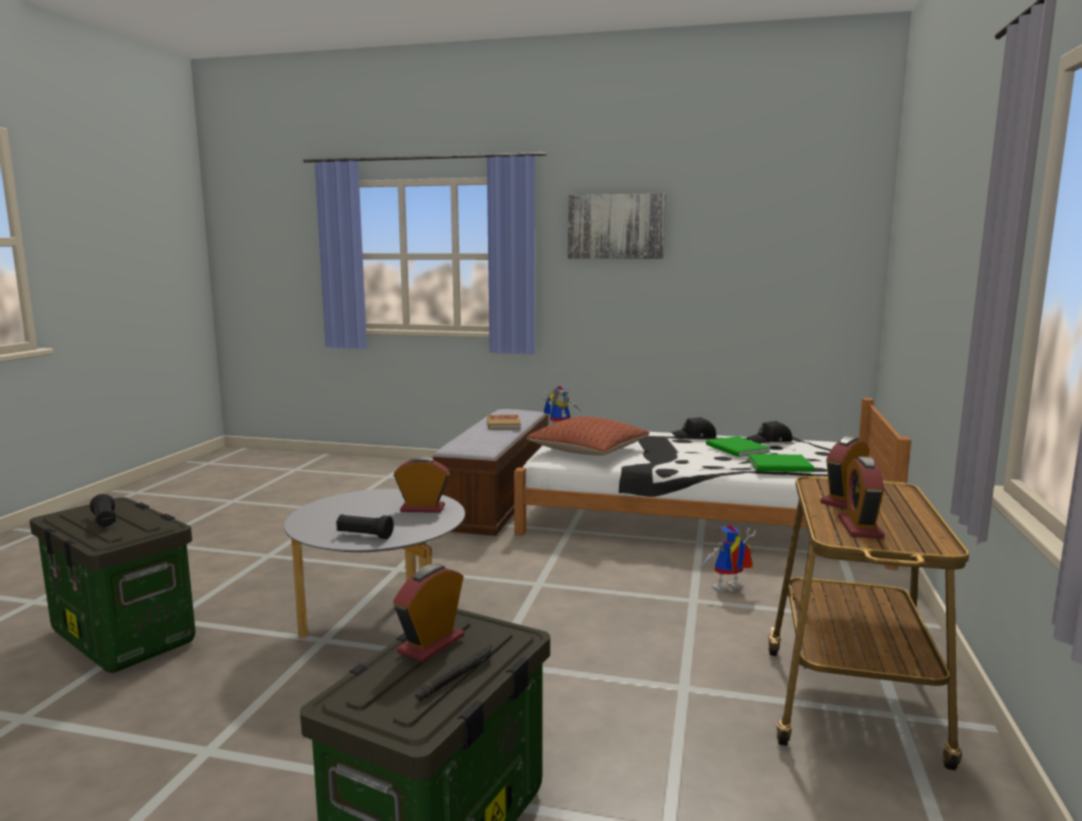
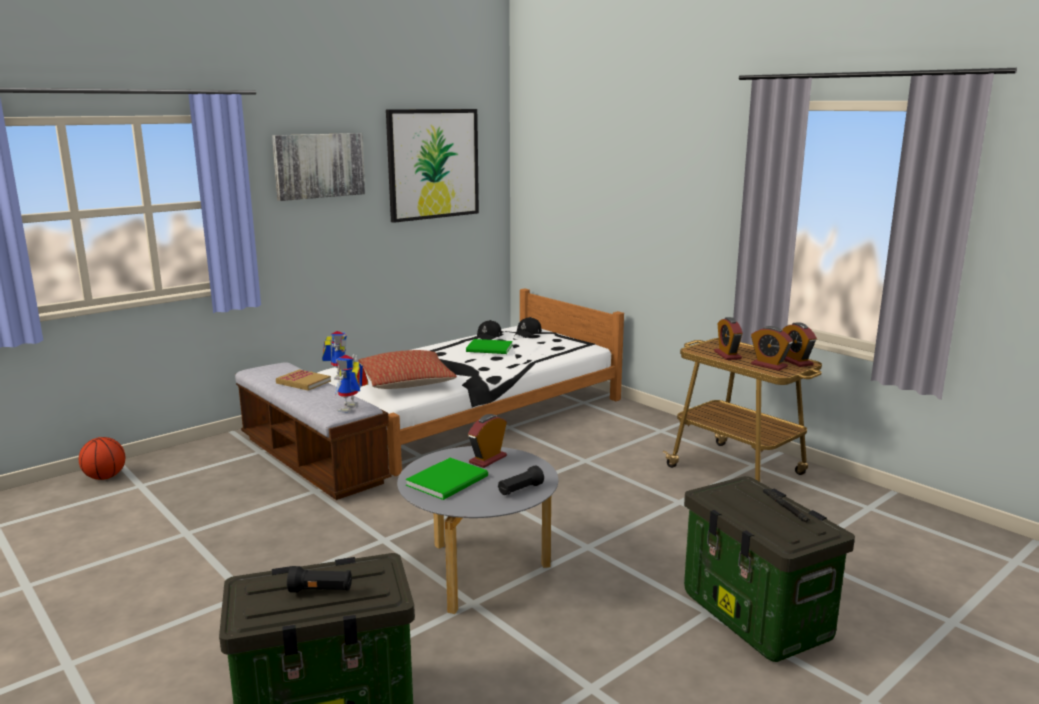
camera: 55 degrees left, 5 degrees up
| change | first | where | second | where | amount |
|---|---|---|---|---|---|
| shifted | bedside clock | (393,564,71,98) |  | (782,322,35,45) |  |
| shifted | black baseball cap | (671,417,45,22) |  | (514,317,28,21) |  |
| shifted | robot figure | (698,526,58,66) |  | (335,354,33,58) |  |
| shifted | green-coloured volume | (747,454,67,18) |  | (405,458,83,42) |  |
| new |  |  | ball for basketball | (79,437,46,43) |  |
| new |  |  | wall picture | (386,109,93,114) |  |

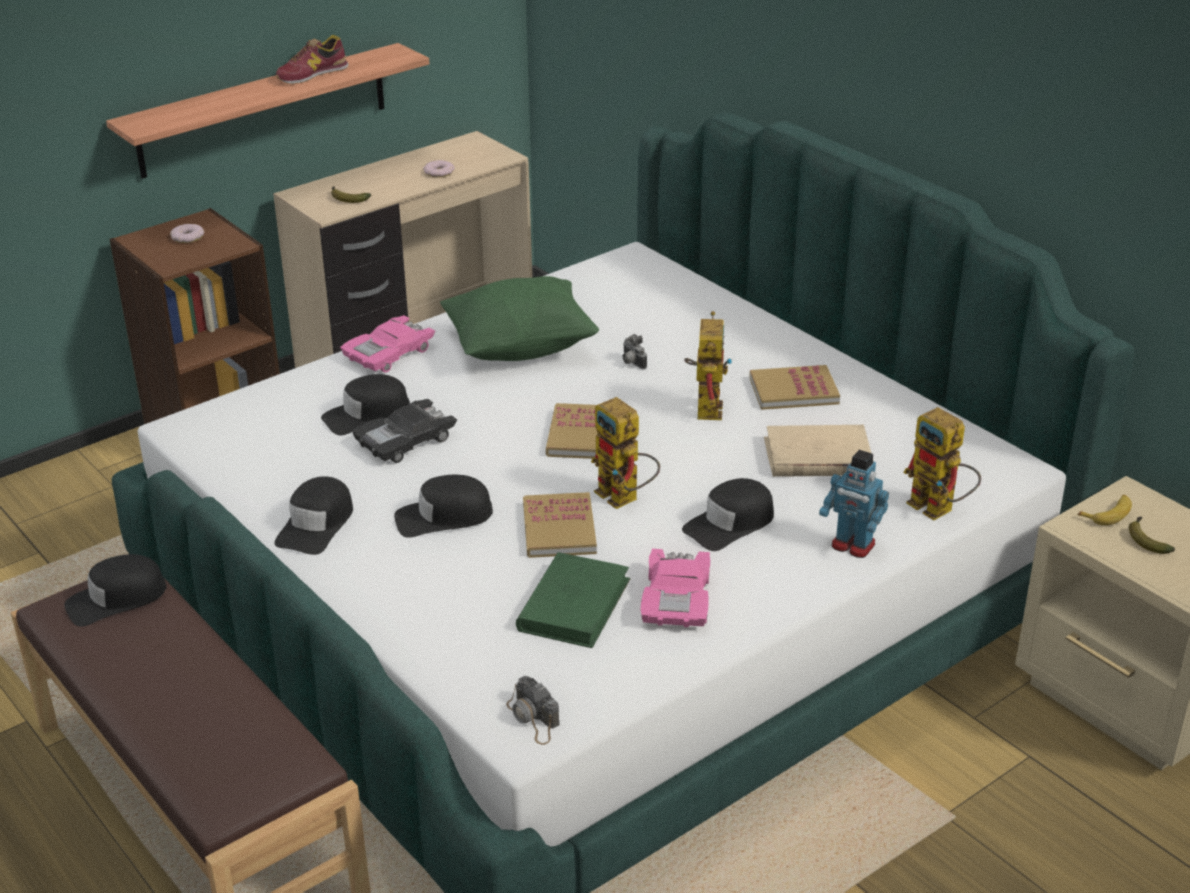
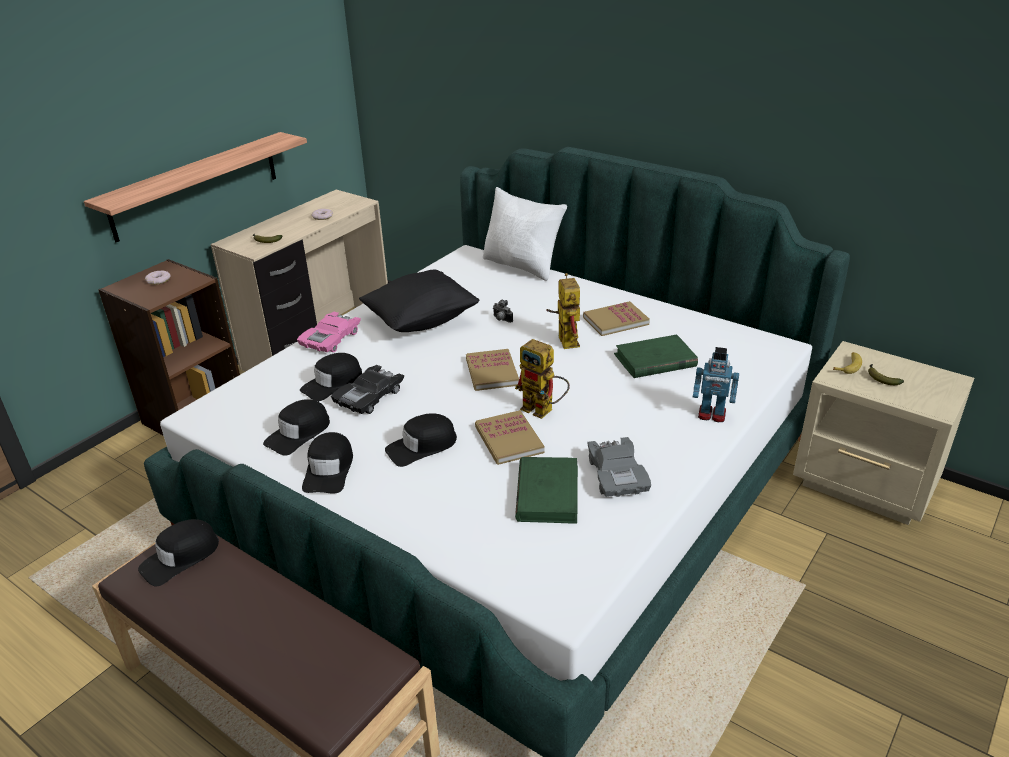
camera: 15 degrees left, 0 degrees up
| change | first | where | second | where | amount |
|---|---|---|---|---|---|
| gone | item of footwear | (276,35,73,49) |  |  |  |
| repainted | green-coloured cushion | (440,276,159,85) | black cushion | (359,270,120,62) |  |
| gone | photo camera | (506,676,54,69) |  |  |  |
| repainted | pink toy car | (640,549,70,78) | grey toy car | (587,437,64,60) |  |
| shifted | black baseball cap | (682,478,92,73) |  | (263,399,67,57) |  |
| repainted | beige-coloured volume | (764,425,107,52) | green-coloured volume | (614,334,84,44) |  |
| gone | robot figure | (903,407,78,113) |  |  |  |
| new |  |  | white-coloured cushion | (483,187,84,94) |  |

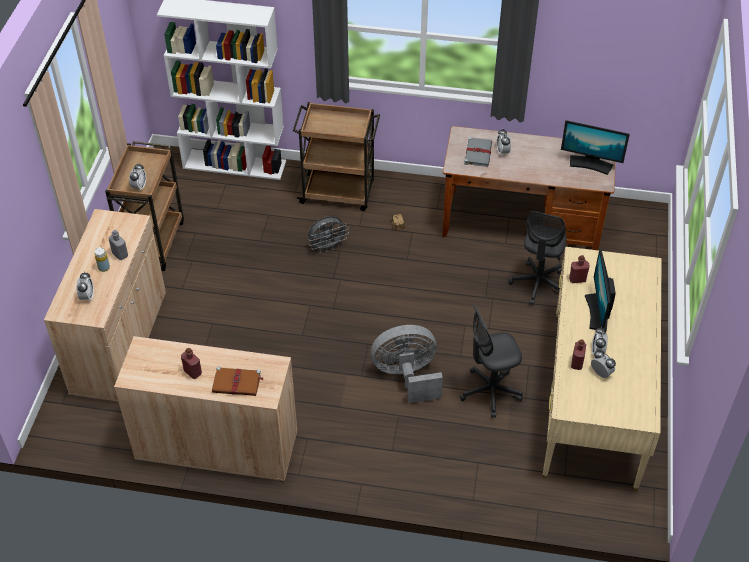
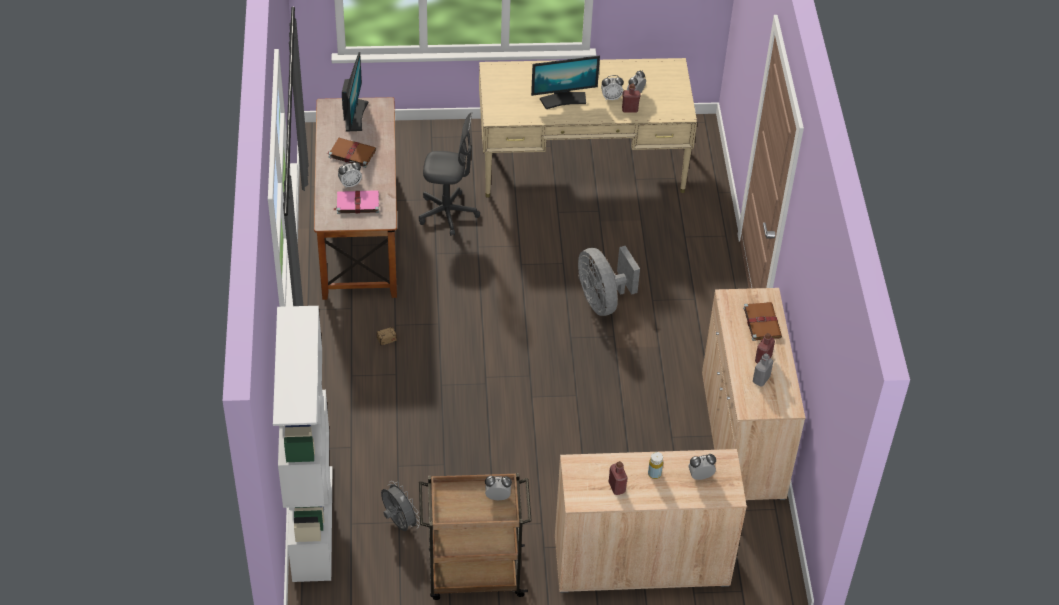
camera: 105 degrees left, 0 degrees up
| change | first | where | second | where | amount |
|---|---|---|---|---|---|
| shifted | grey drink bottle | (108,230,20,30) |  | (753,353,20,33) |  |
| gone | brownish cart | (293,102,87,109) |  |  |  |
| shifted | grey cooling fan | (308,216,41,36) |  | (381,481,39,50) |  |
| gone | grey office chair | (460,305,63,113) |  |  |  |
| repainted | grey volume | (464,137,28,30) | pink volume | (333,190,46,24) |  |
| shifted | reddish drink bottle | (569,255,21,28) |  | (609,461,18,34) |  |
| new |  |  | brownish volume | (327,138,49,30) |  |

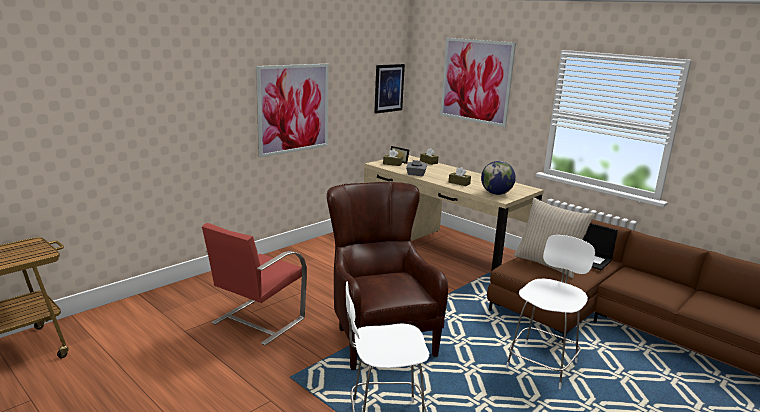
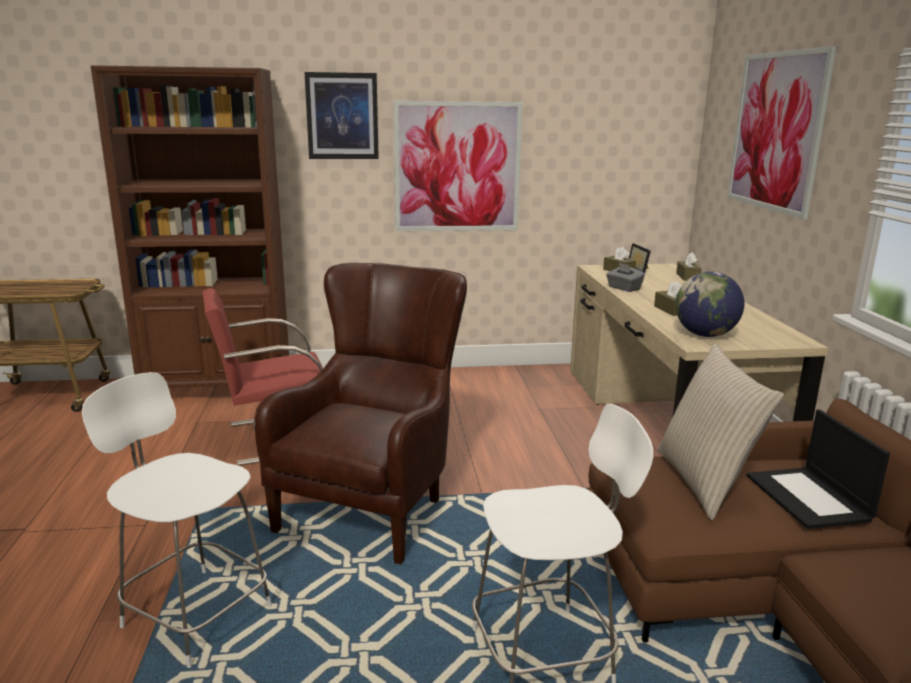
camera: 40 degrees right, 0 degrees up
| change | first | where | second | where | amount |
|---|---|---|---|---|---|
| shifted | wall picture | (374,64,31,50) |  | (305,72,74,87) |  |
| new |  |  | brownish bookcase | (90,65,199,323) |  |

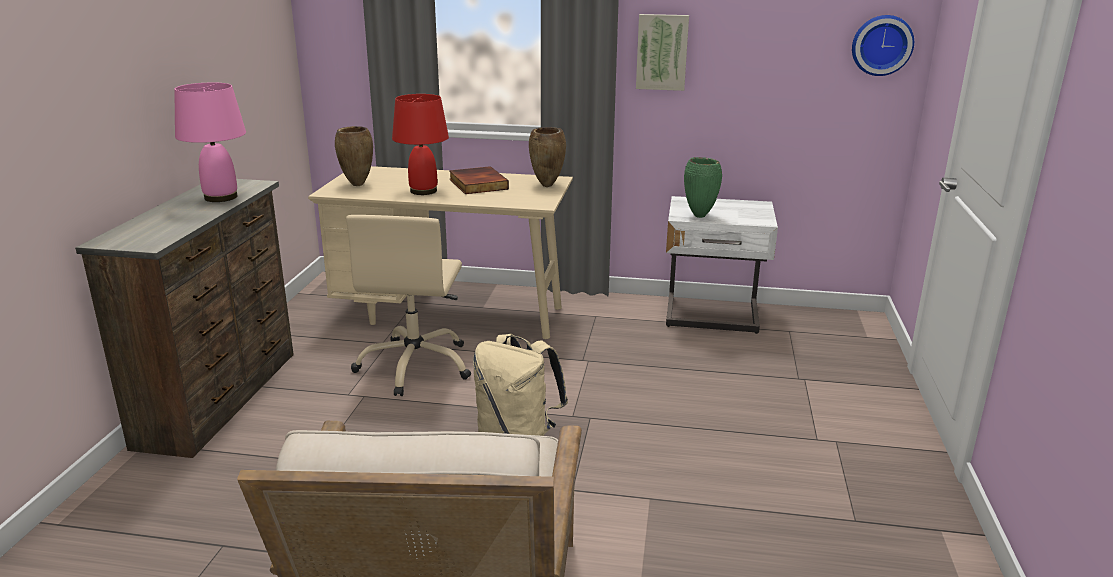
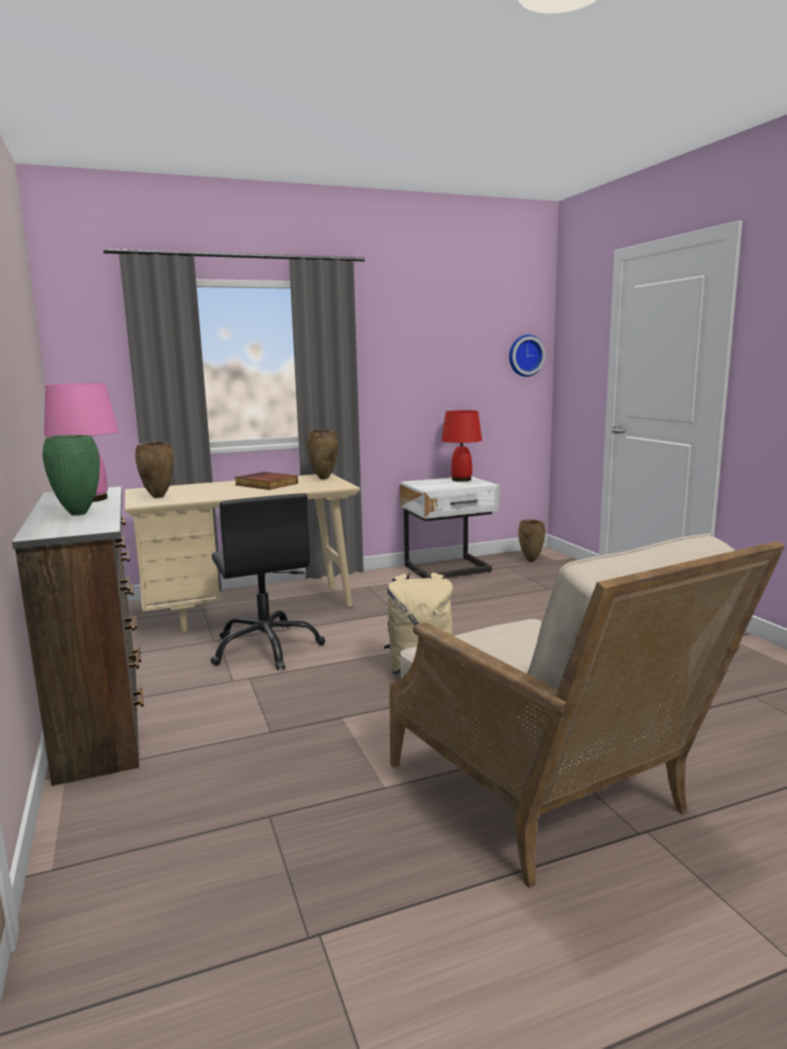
camera: 30 degrees left, 10 degrees down
| change | first | where | second | where | amount |
|---|---|---|---|---|---|
| repainted | beige-coloured office chair | (346,215,125,181) | black office chair | (210,493,115,177) |  |
| shifted | reddish lamp for a table | (392,94,57,101) |  | (442,410,40,72) |  |
| gone | wall picture | (636,14,53,77) |  |  |  |
| shifted | green-coloured decorative vase | (684,157,38,61) |  | (43,435,57,81) |  |
| new |  |  | brownish decorative vase | (518,520,27,41) |  |

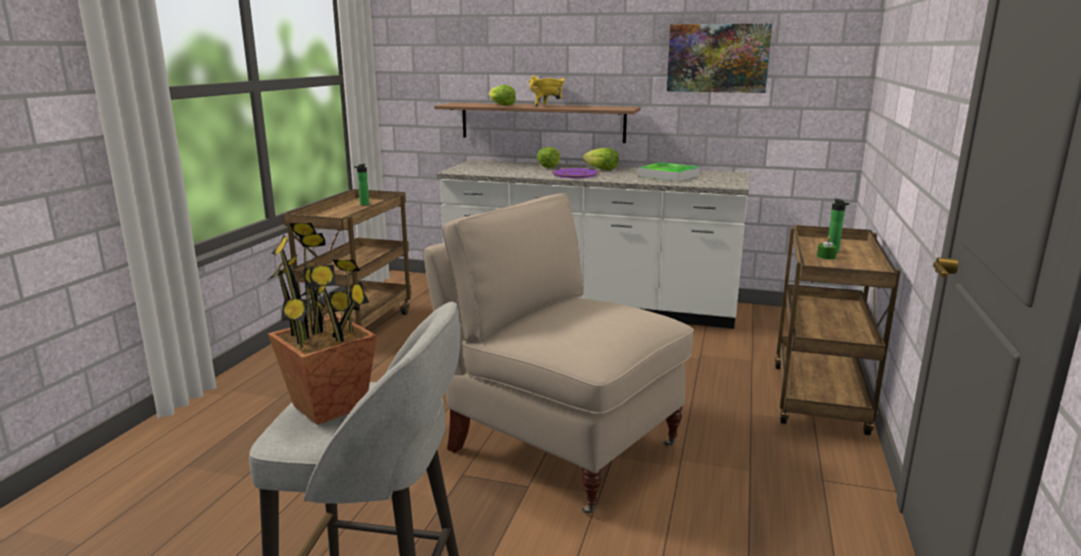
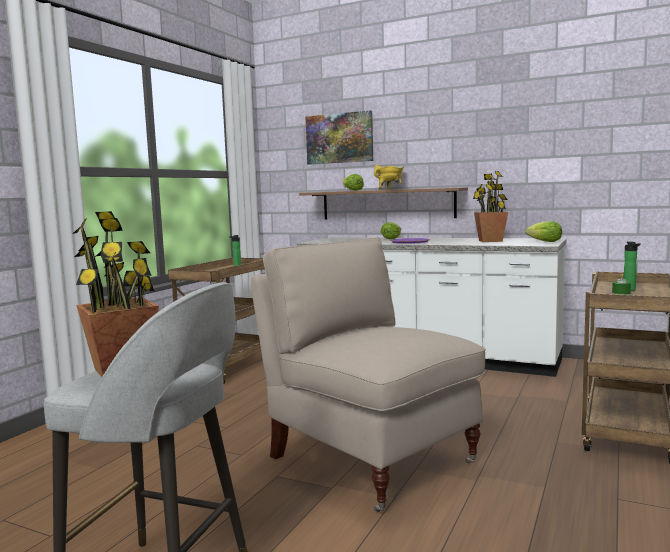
camera: 10 degrees right, 10 degrees down
| change | first | where | second | where | amount |
|---|---|---|---|---|---|
| shifted | lettuce | (583,148,36,22) |  | (525,221,37,21) |  |
| swapped | tray | (638,162,62,20) | potted plant | (473,171,35,71) |  |
| shifted | wall picture | (667,23,105,70) |  | (306,110,67,54) |  |

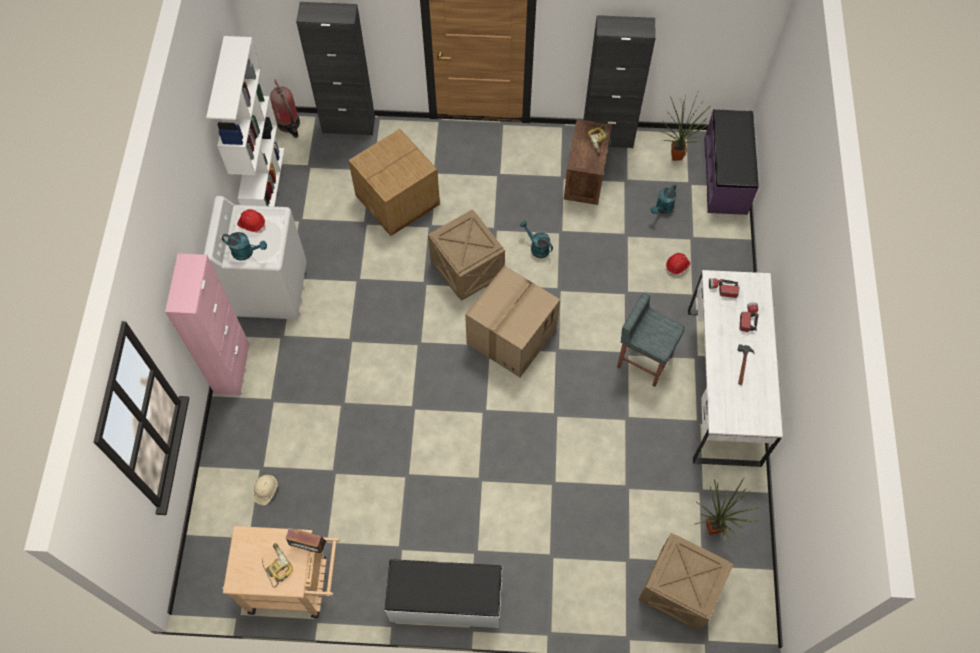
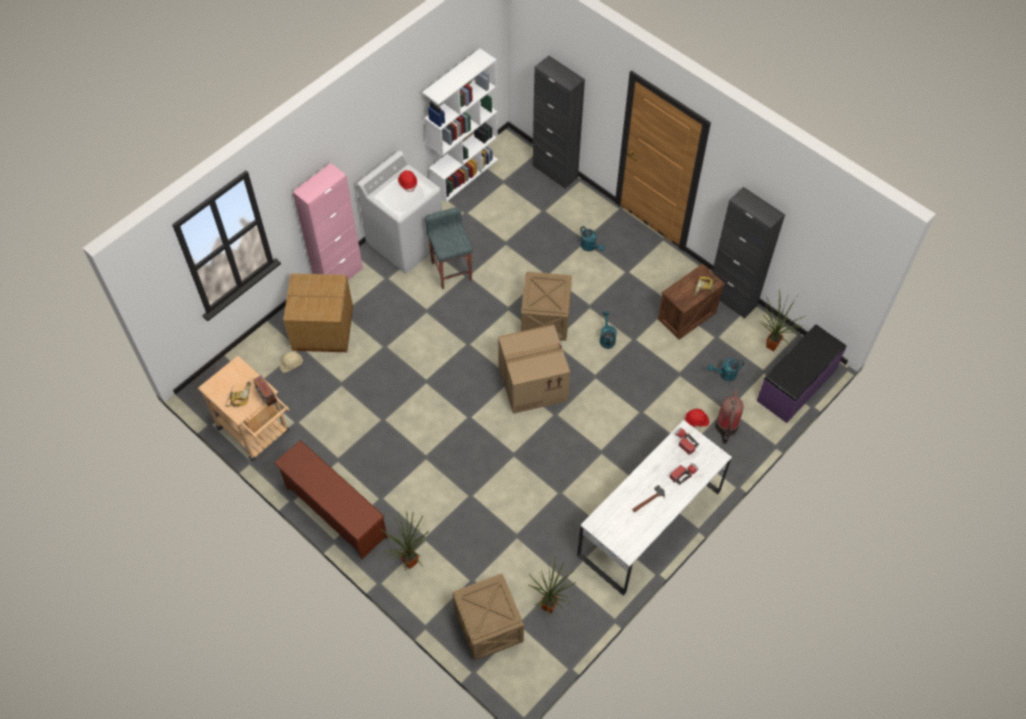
camera: 40 degrees right, 5 degrees down
| change | first | where | second | where | amount |
|---|---|---|---|---|---|
| shifted | blue-green sprinkling can | (222,232,45,29) |  | (580,226,25,25) |  |
| shifted | fire-fighting cylinder | (270,79,30,59) |  | (715,391,29,53) |  |
| shifted | packing box | (348,129,92,107) |  | (283,273,70,79) |  |
| swapped | white-coloured long seat | (385,559,117,69) | brownish shoe stand | (274,440,114,119) |  |
| shifted | grey stool seat | (617,293,68,94) |  | (425,207,47,82) |  |
| new |  |  | potted plant | (380,511,49,59) |  |

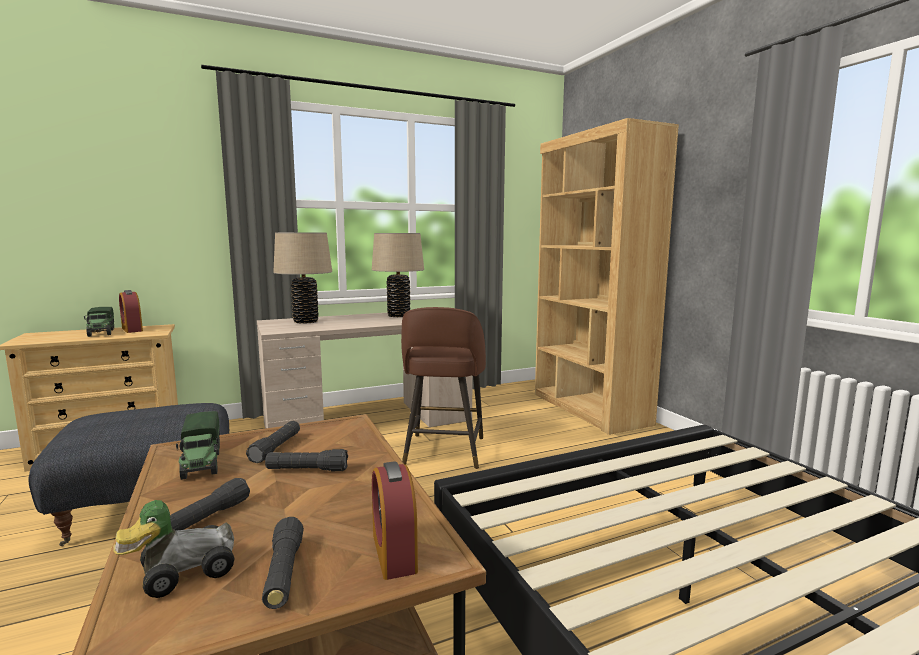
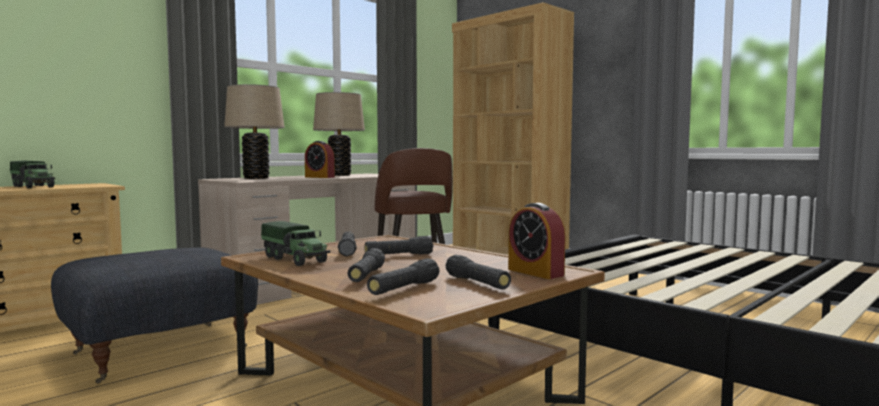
camera: 20 degrees left, 5 degrees down
| change | first | where | second | where | amount |
|---|---|---|---|---|---|
| swapped | toy car | (113,500,122,98) | black hand torch | (367,258,73,37) |  |
| shifted | bedside clock | (119,290,24,43) |  | (305,141,30,37) |  |

